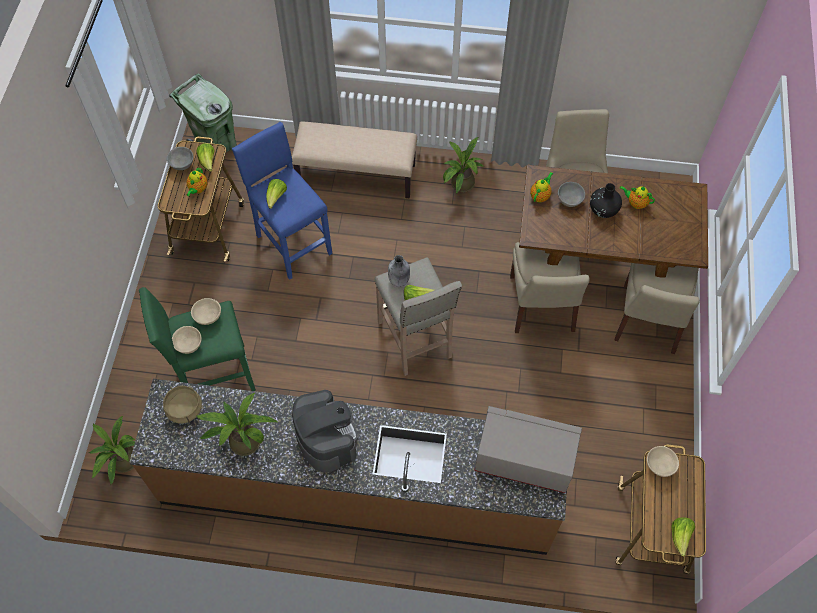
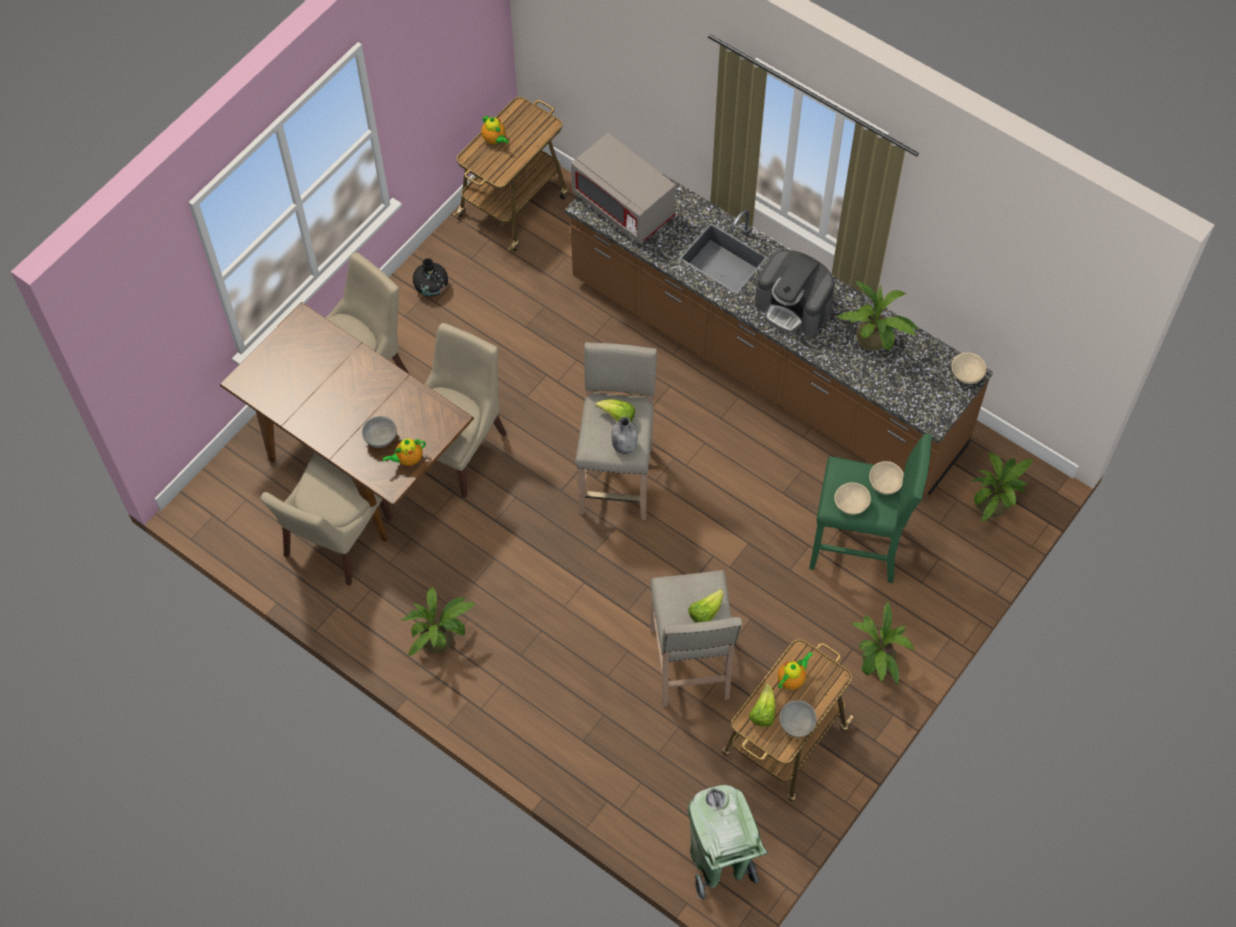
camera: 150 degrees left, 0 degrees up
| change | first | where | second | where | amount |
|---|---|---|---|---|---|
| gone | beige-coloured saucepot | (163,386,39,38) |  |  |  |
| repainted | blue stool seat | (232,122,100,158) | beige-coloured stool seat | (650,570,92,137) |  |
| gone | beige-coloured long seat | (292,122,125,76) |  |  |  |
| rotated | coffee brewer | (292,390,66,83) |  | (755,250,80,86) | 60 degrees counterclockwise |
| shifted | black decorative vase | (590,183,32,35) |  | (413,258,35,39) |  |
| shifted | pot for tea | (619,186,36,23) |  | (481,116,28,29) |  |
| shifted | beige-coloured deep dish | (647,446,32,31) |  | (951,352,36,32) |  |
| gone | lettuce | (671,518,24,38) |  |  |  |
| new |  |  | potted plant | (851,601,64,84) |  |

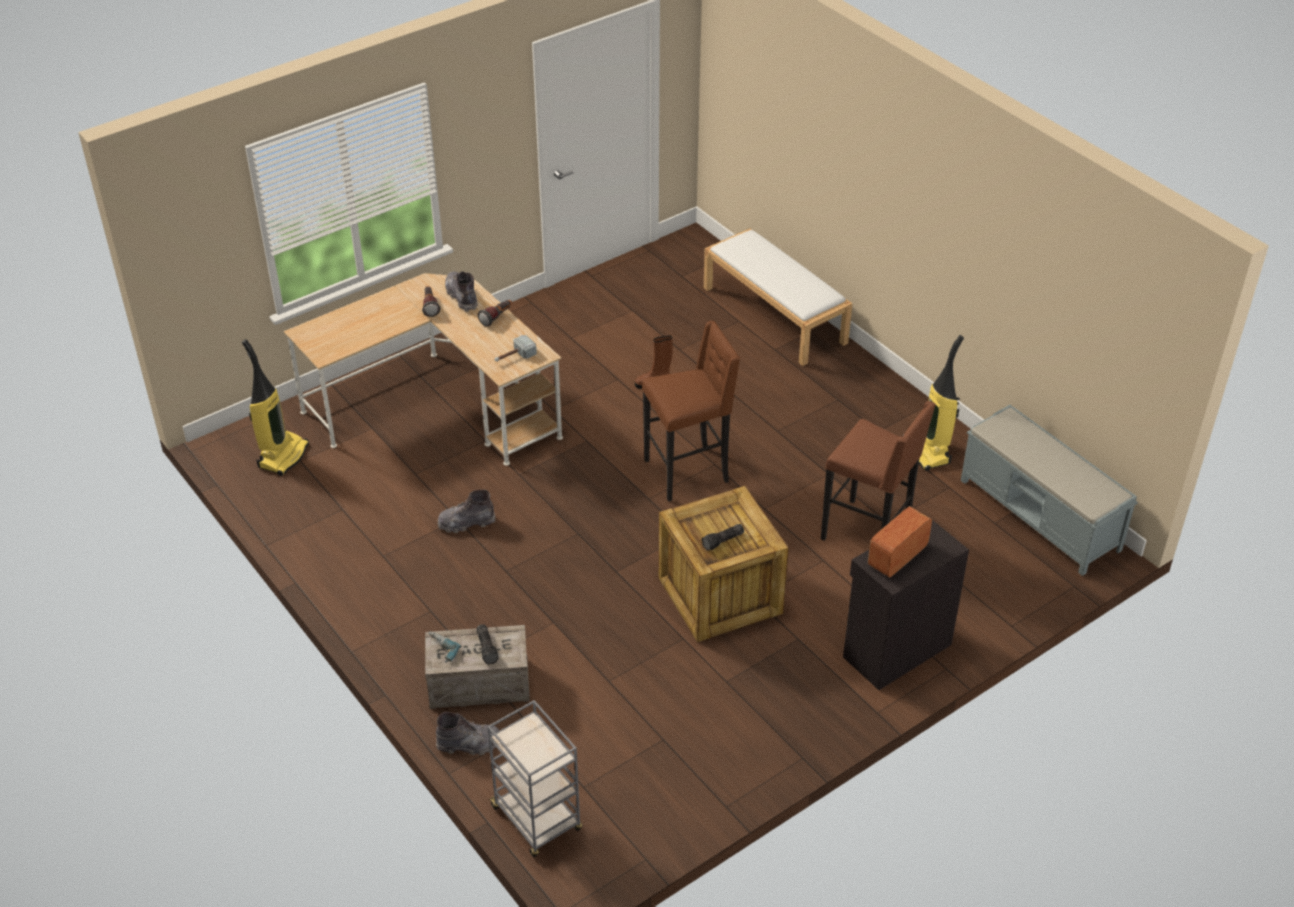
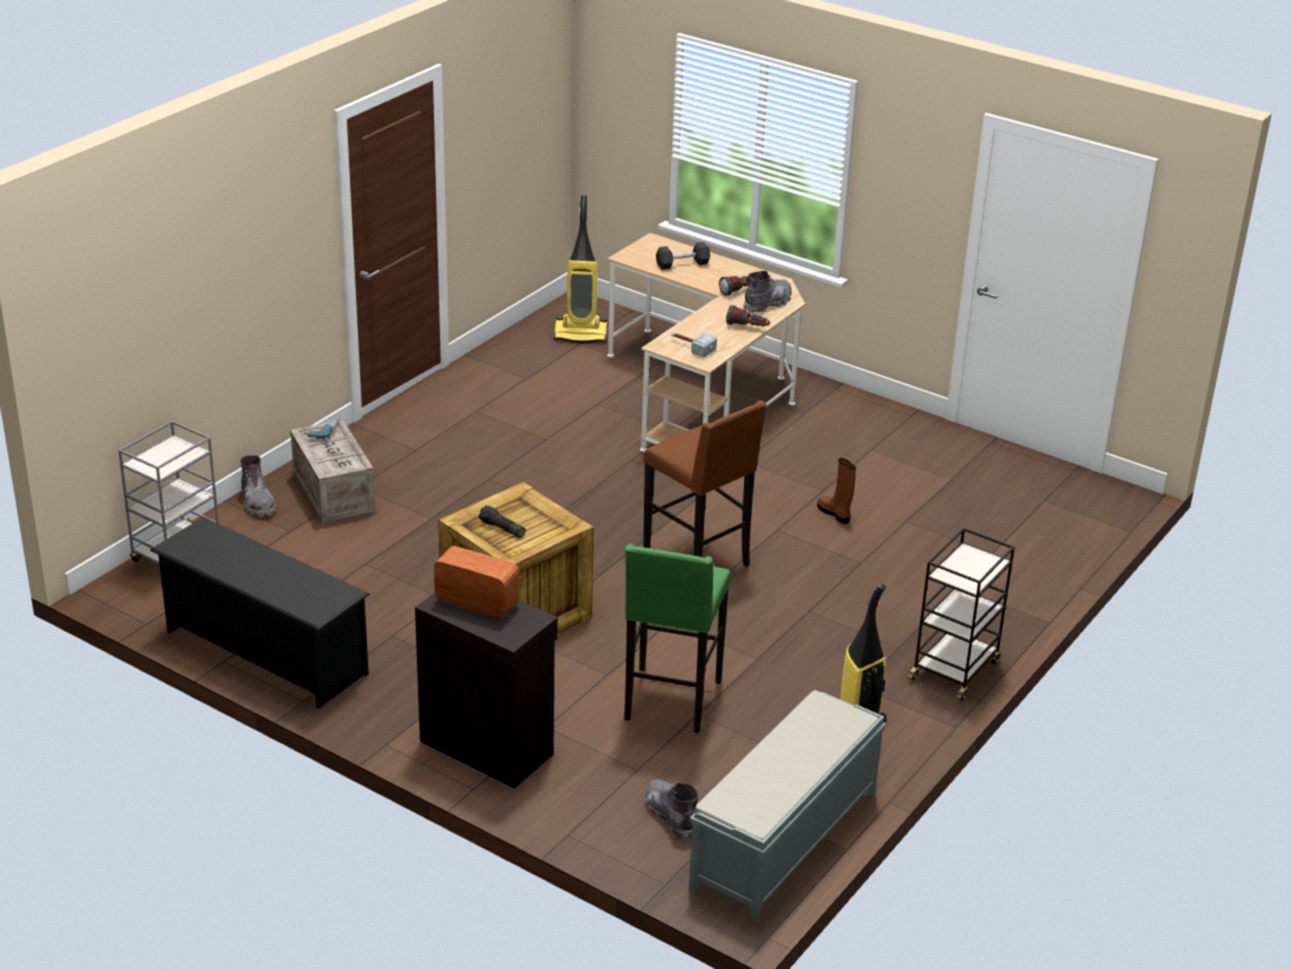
camera: 70 degrees right, 10 degrees down
| change | first | where | second | where | amount |
|---|---|---|---|---|---|
| shifted | grey tall boot | (438,490,58,43) |  | (645,779,53,61) |  |
| gone | hand torch | (476,624,23,41) |  |  |  |
| gone | white-coloured long seat | (704,228,148,138) |  |  |  |
| repainted | brownish stool seat | (821,401,115,140) | green-coloured stool seat | (624,544,107,189) |  |
| new |  |  | black shoe stand | (150,517,220,191) |  |
| new |  |  | black hand weight | (656,242,54,28) |  |
| new |  |  | black cart | (907,527,108,174) |  |

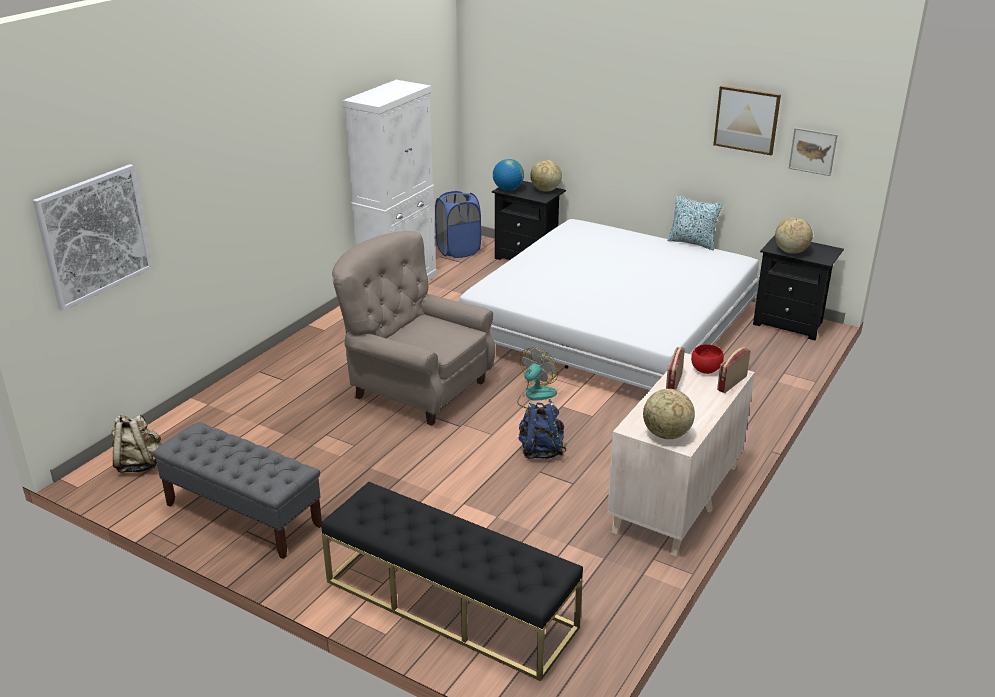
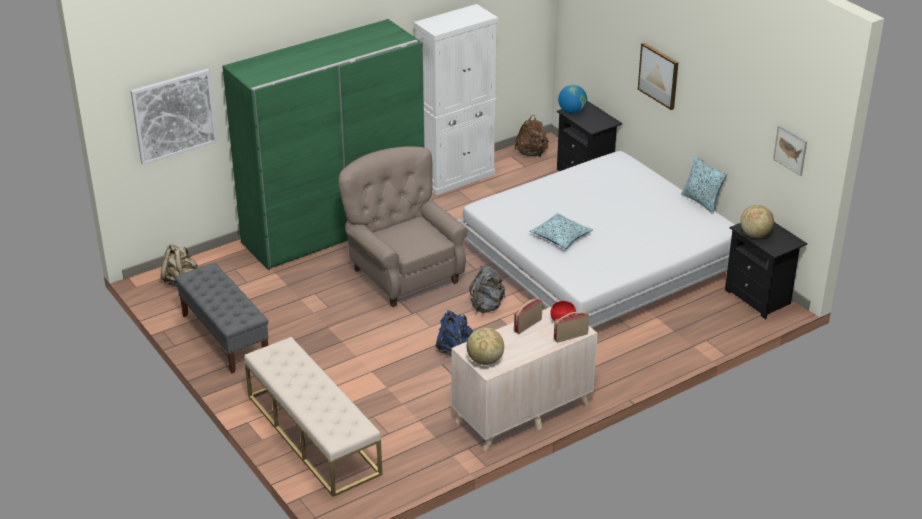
camera: 25 degrees right, 5 degrees up
| change | first | where | second | where | amount |
|---|---|---|---|---|---|
| repainted | black long seat | (321,482,262,199) | beige-coloured long seat | (244,337,138,160) |  |
| swapped | blue washing basket | (435,191,46,67) | brownish knapsack | (514,115,35,42) |  |
| swapped | cooling fan | (517,347,41,62) | grey knapsack | (469,266,36,47) |  |
| gone | globe | (530,160,32,32) |  |  |  |
| shifted | wall picture | (713,85,68,70) |  | (638,43,40,67) |  |
| new |  |  | green-coloured clothes cupboard | (222,19,203,251) |  |
| new |  |  | cushion | (529,213,64,36) |  |

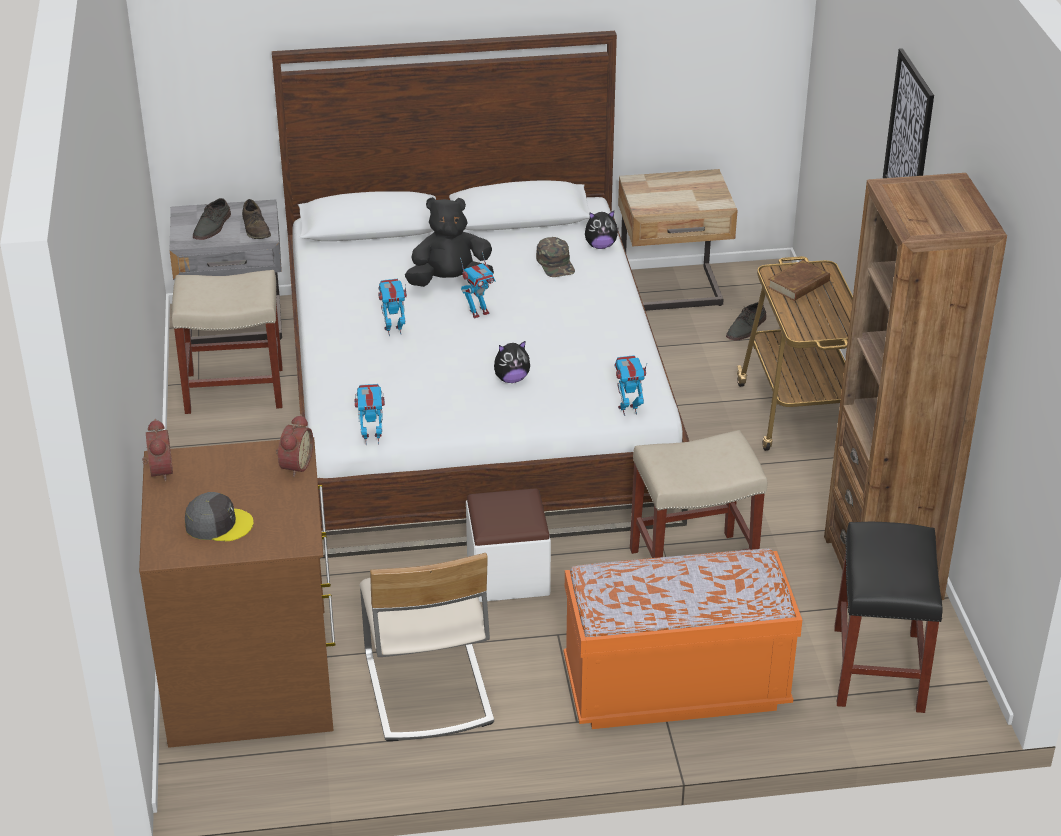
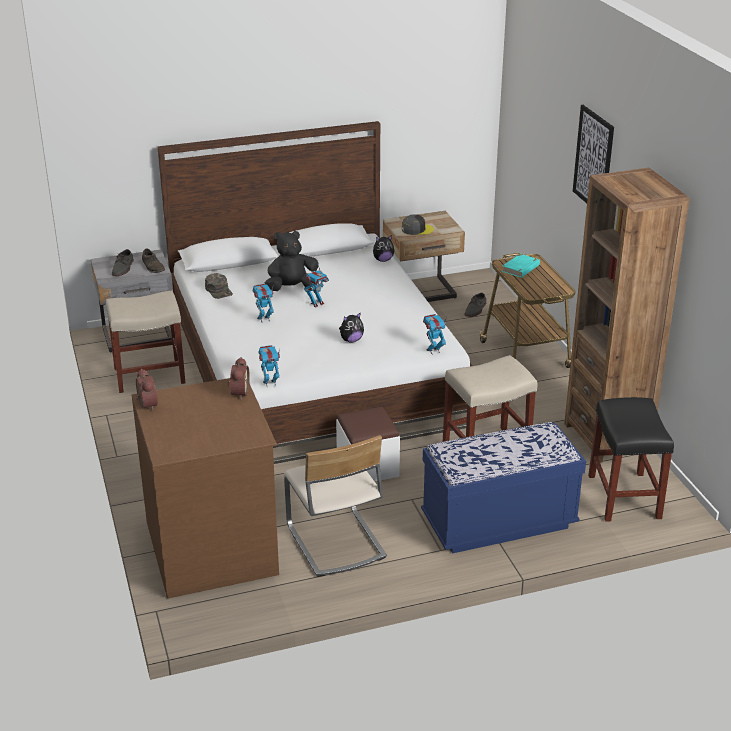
camera: 10 degrees left, 5 degrees down
| change | first | where | second | where | amount |
|---|---|---|---|---|---|
| shifted | grey baseball cap | (185,492,69,49) |  | (402,214,32,21) |  |
| shifted | green-coloured baseball cap | (536,237,39,40) |  | (205,273,28,26) |  |
| repainted | orange-coloured long seat | (564,549,238,180) | blue long seat | (421,422,165,131) |  |
| repainted | brownish volume | (768,260,62,41) | blue-green volume | (502,254,38,24) |  |

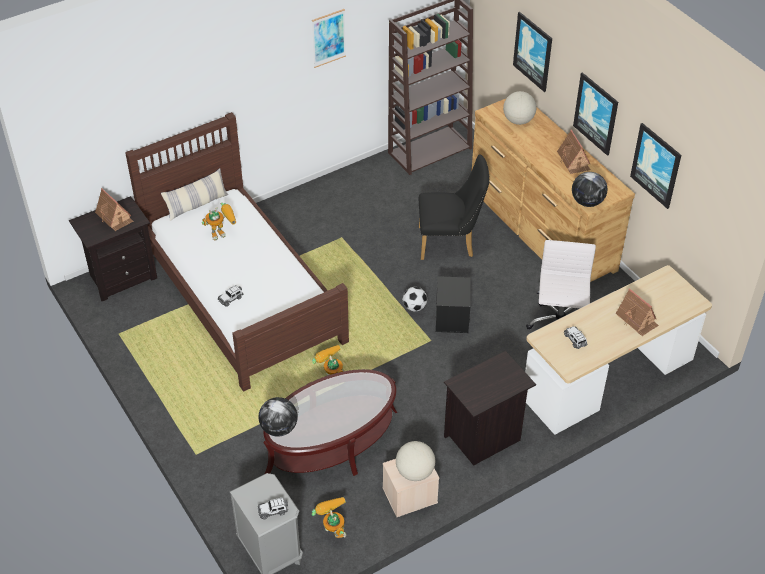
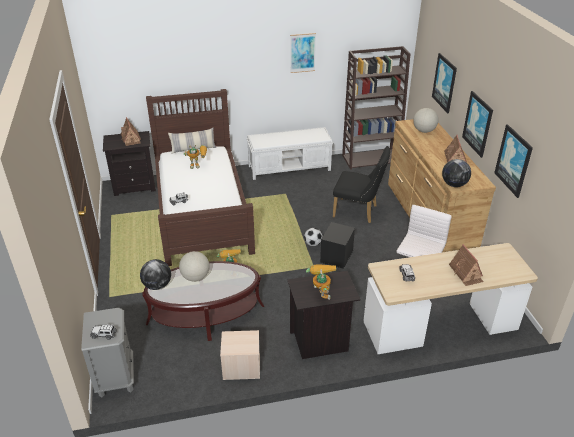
camera: 20 degrees right, 10 degrees down
| change | first | where | second | where | amount |
|---|---|---|---|---|---|
| shifted | robot figure | (312,497,34,41) |  | (306,264,30,36) |  |
| shifted | globe | (396,441,39,40) |  | (179,251,31,31) |  |
| new |  |  | white-coloured long seat | (247,127,86,53) |  |

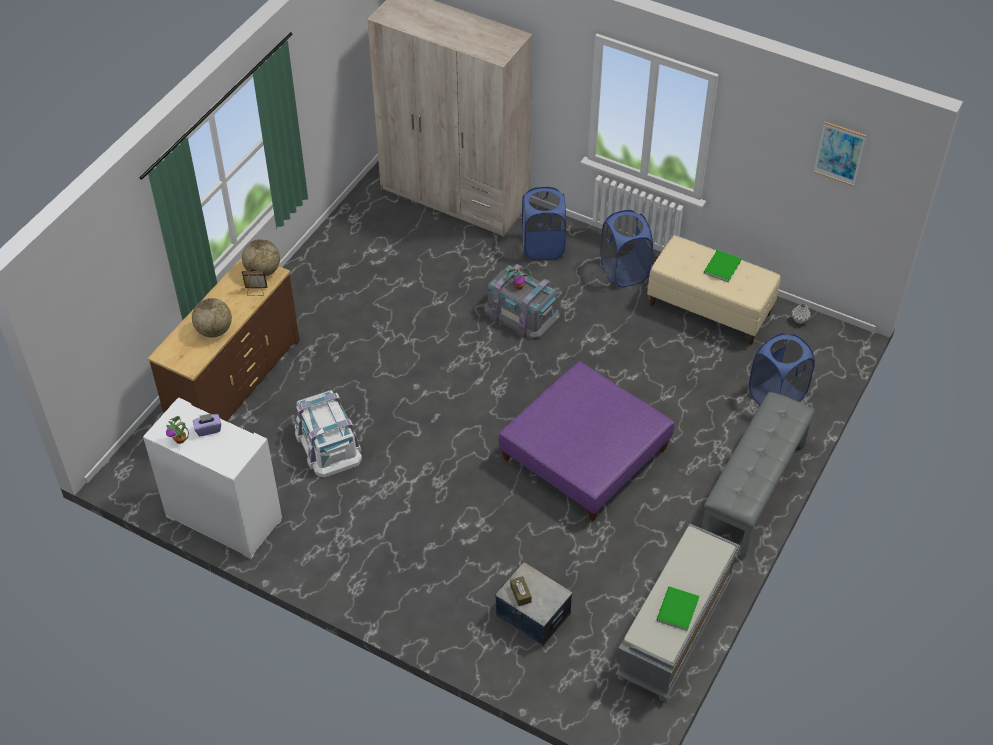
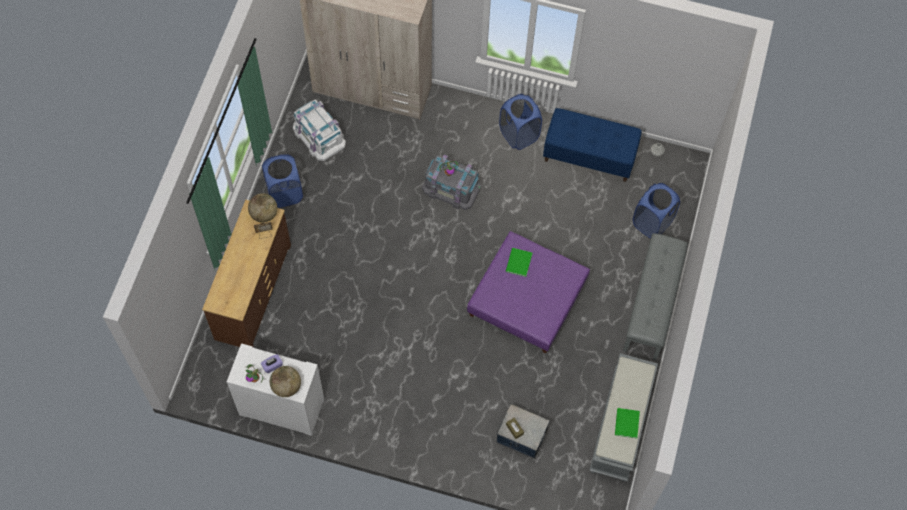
camera: 15 degrees left, 15 degrees up
| change | first | where | second | where | amount |
|---|---|---|---|---|---|
| shifted | globe | (192,298,40,39) |  | (270,366,31,31) |  |
| shifted | white-coloured storage box | (295,390,67,87) |  | (293,99,53,62) |  |
| shifted | blue washing basket | (522,187,44,73) |  | (262,154,41,54) |  |
| repainted | beige-coloured long seat | (647,235,134,110) | blue long seat | (543,108,99,74) |  |
| shifted | green-coloured volume | (704,250,38,32) |  | (506,248,26,29) |  |
| gone | wall picture | (814,122,52,64) |  |  |  |

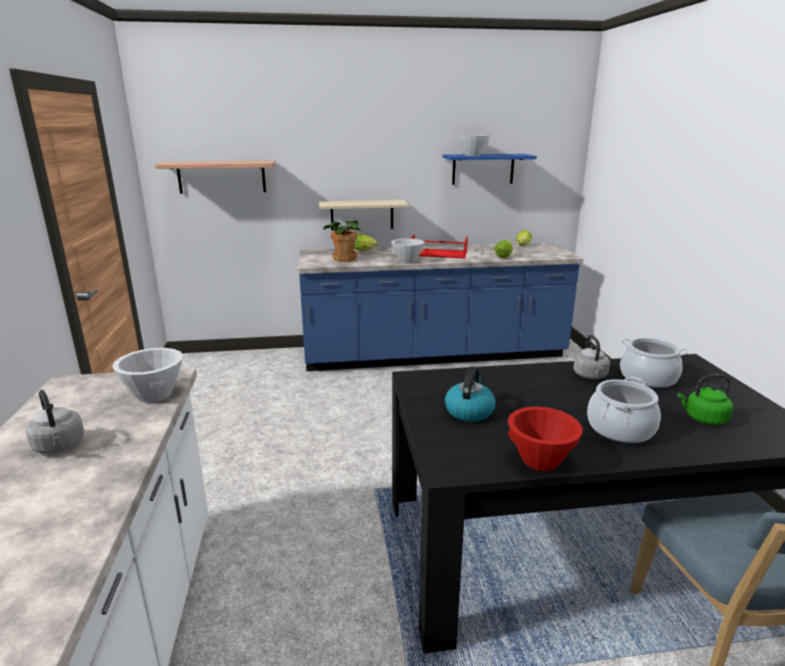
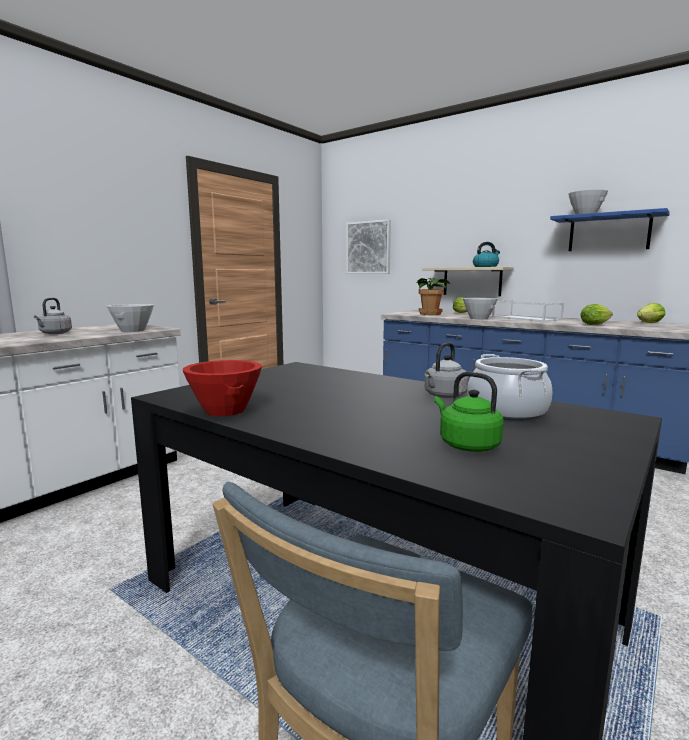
camera: 45 degrees right, 10 degrees down
| change | first | where | second | where | amount |
|---|---|---|---|---|---|
| swapped | shelf | (155,161,121,33) | wall picture | (346,219,45,55) |  |
| repainted | reddish tray | (410,234,58,24) | white-coloured tray | (492,300,72,22) |  |
| shifted | water kettle | (445,366,51,56) |  | (473,242,27,25) |  |
| gone | saucepot | (587,376,74,68) |  |  |  |

